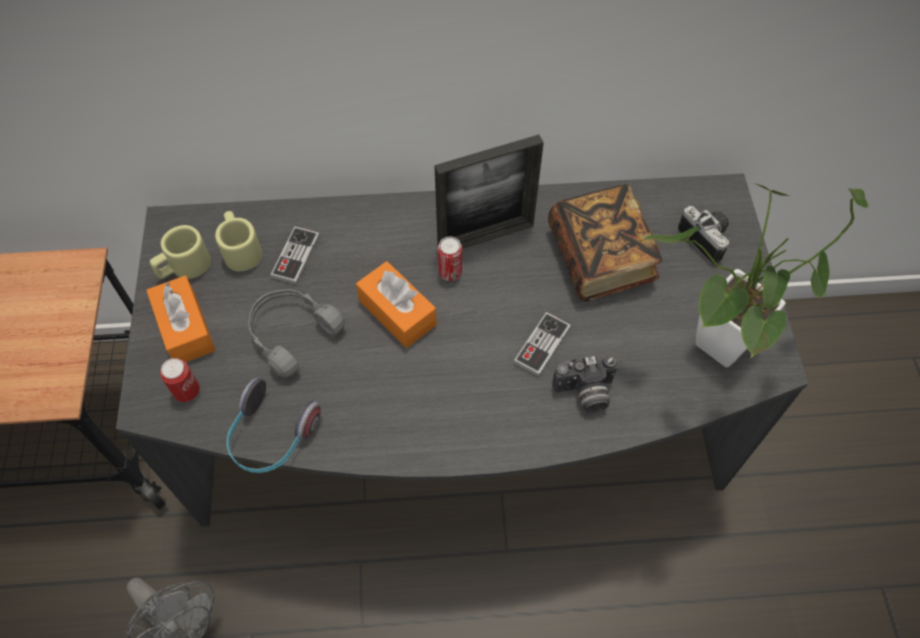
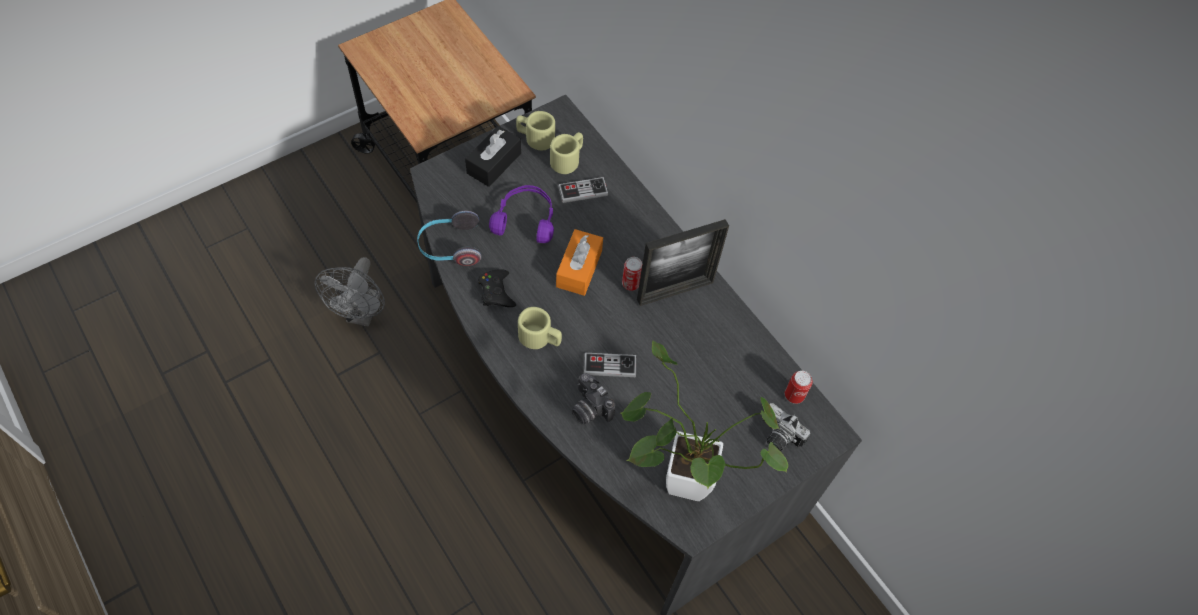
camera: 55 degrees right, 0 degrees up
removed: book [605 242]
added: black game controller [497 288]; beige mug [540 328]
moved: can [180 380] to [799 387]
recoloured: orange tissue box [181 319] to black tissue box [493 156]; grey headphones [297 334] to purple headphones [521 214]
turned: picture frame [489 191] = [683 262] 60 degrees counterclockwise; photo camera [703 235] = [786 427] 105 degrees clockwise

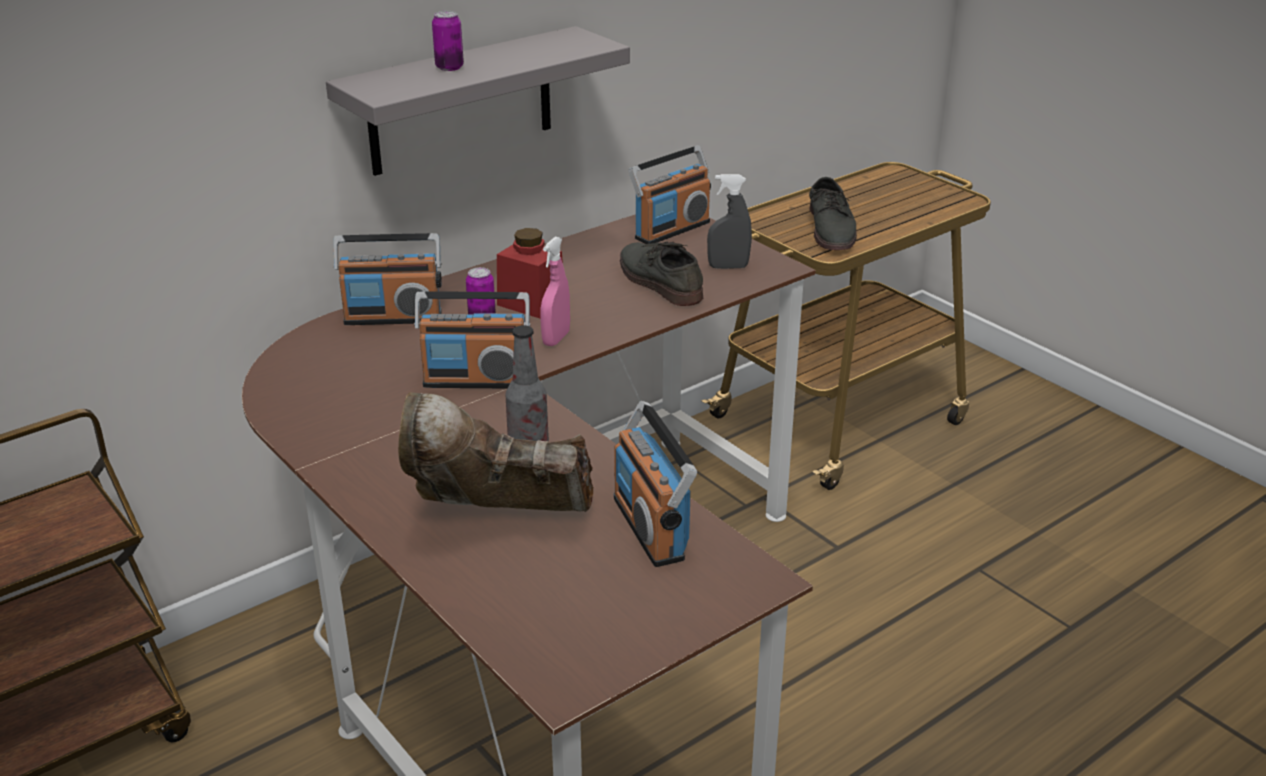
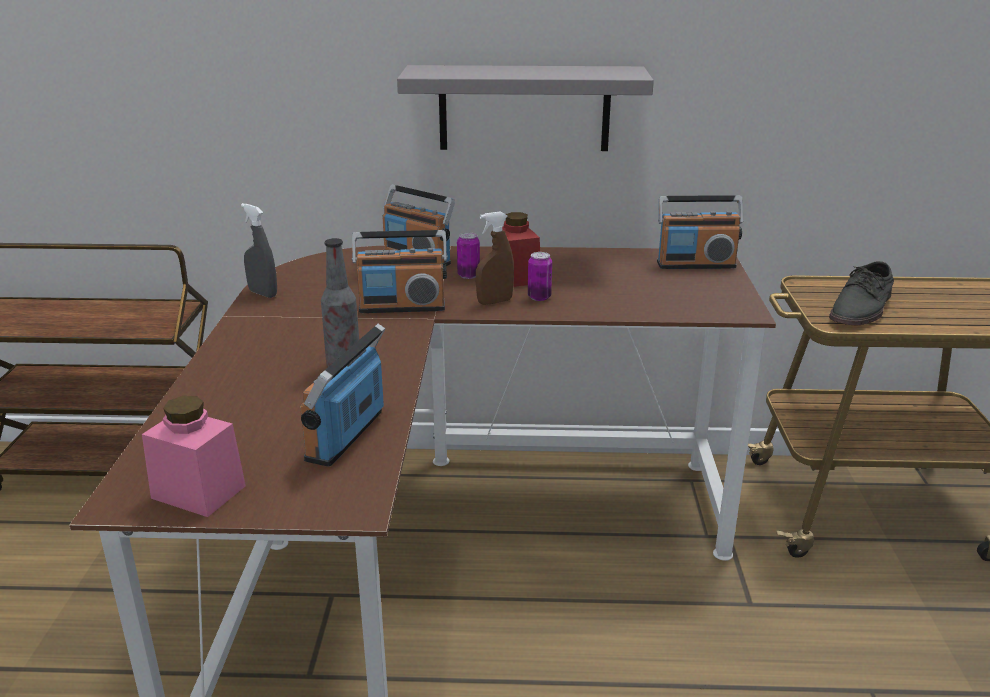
camera: 40 degrees right, 5 degrees down
removed: brown boot [495 452]; grey shoe [661 274]
added: pink jar [194 456]
moved: grey spray bottle [729 221] to [259 250]; can [448 41] to [540 276]
recoloured: pink spray bottle [555 291] to brown spray bottle [495 258]
turned: radio [472 340] = [400 271] 45 degrees counterclockwise

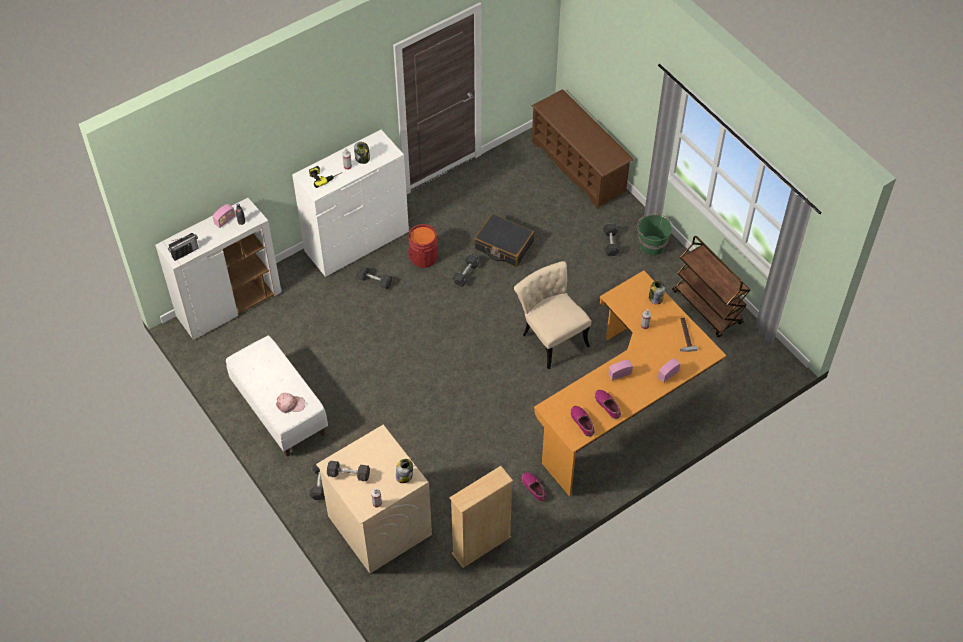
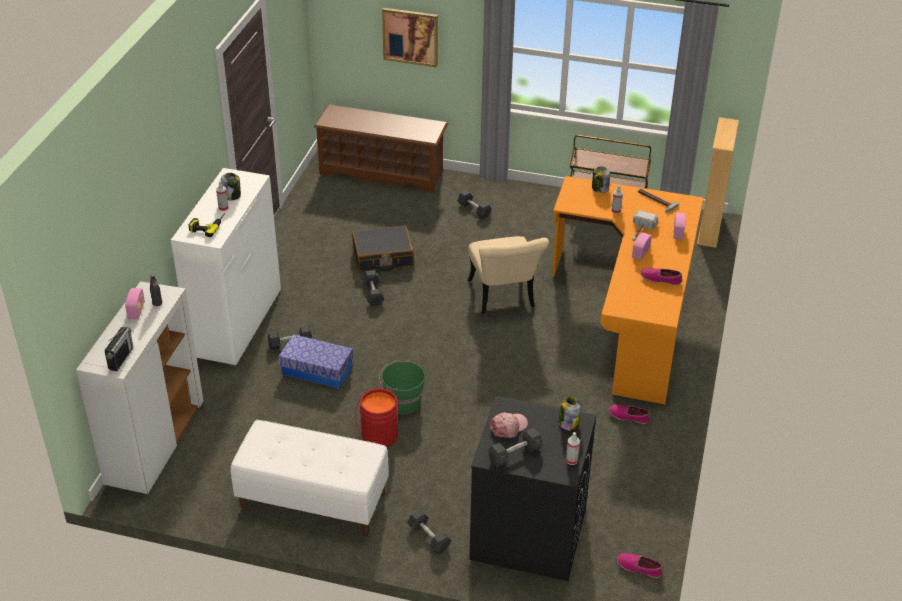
camera: 40 degrees left, 15 degrees down
added: storage box [315 361]; picture [410 37]; hammer [645 225]
moved: red bucket [422 246] to [376 417]; green bucket [654 235] to [402 387]; pink cap [290 403] to [509 425]; shoe [582 421] to [640 565]; beige bookcase [481 517] to [718 182]
recoloured: beige washing machine [374 499] to black washing machine [532 488]
turned: beige chair [552 315] = [508 275] 120 degrees counterclockwise

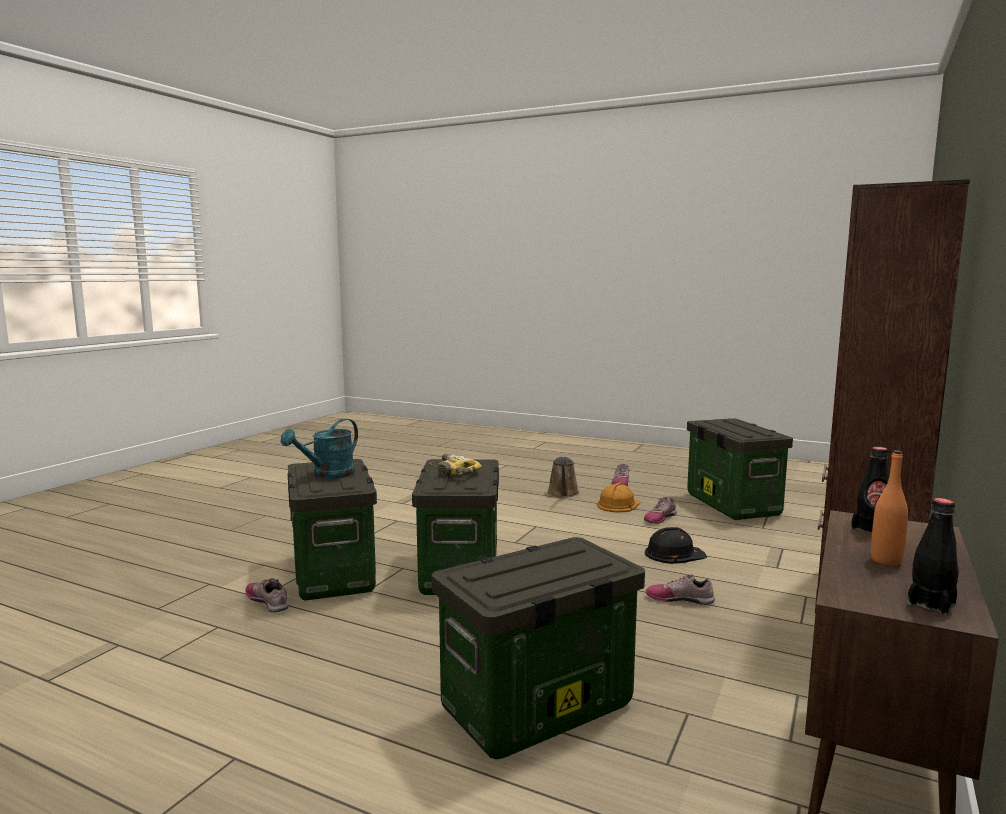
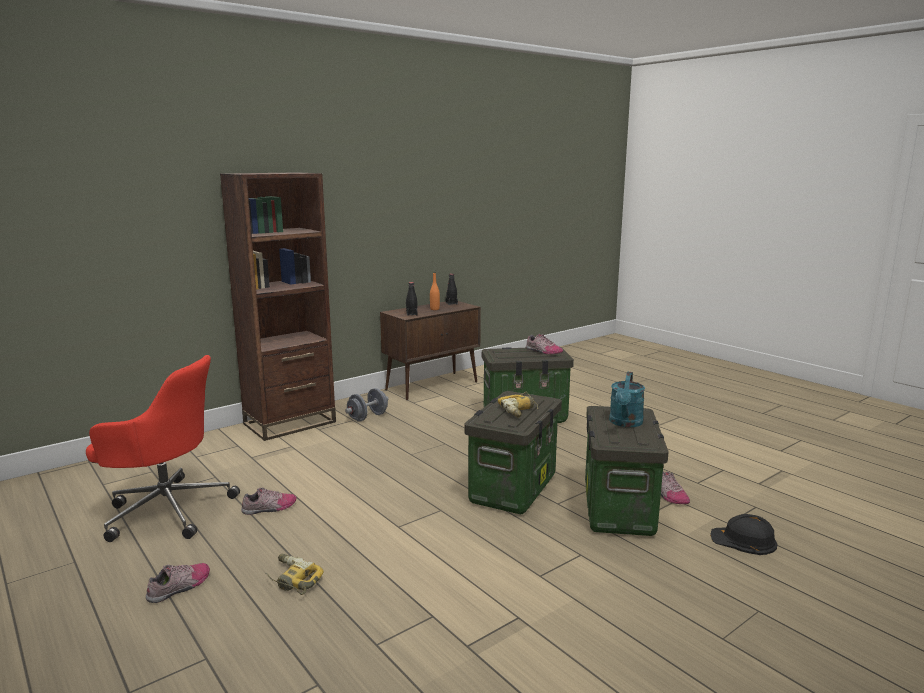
camera: 155 degrees left, 5 degrees up
removed: orange hard hat [619 497]
added: grey dumbbell [367 405]
moved: shoe [680 589] to [544 344]; black hard hat [676 545] to [743 534]
replaced: storage box [740 469] to red office chair [163 448]; brown watering can [563 477] to power drill [294 574]
turned: turquoise watering can [319 449] = [627 399] 135 degrees clockwise

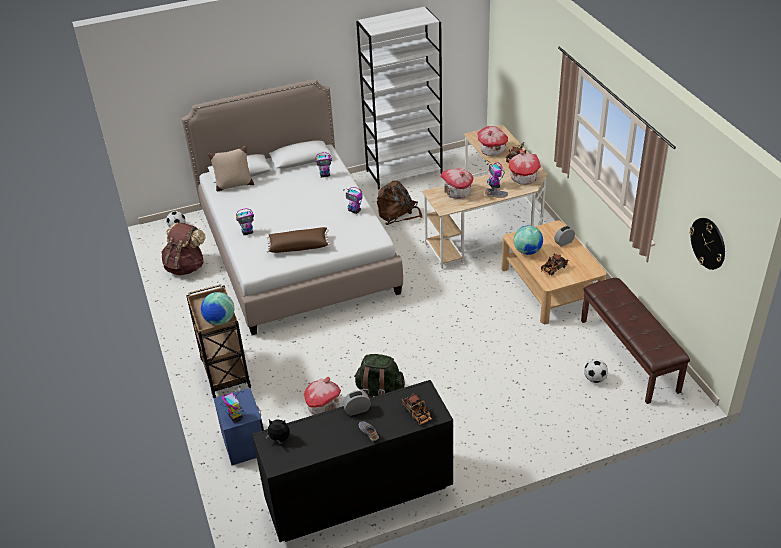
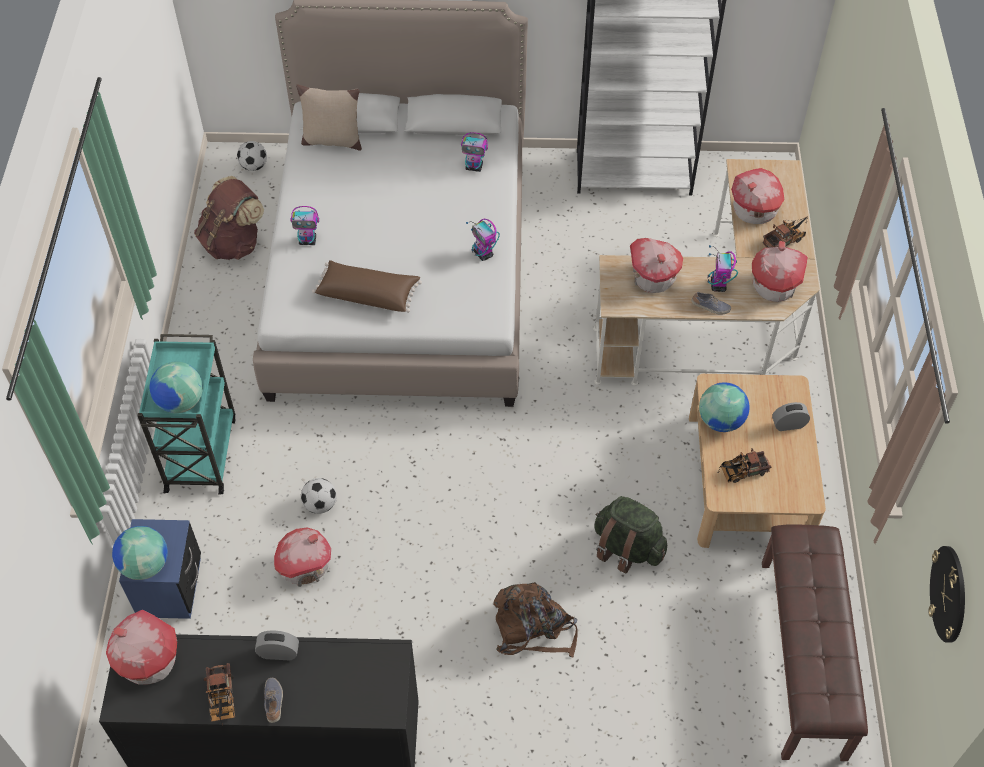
camera: 20 degrees right, 15 degrees up
moved: toy truck [416 409] to [219 694]; football [596 371] to [319 496]; brown backpack [400 202] to [535 620]; green backpack [379 376] to [630 534]
replaced: plush toy [277 432] to toy house [141 647]; toy robot [232 404] to globe [140 553]
recoloured: brown cart [218 341] to turquoise cart [186 414]

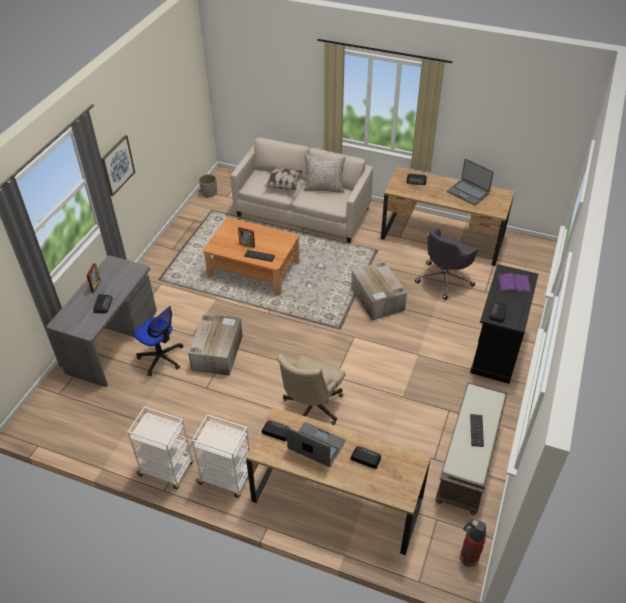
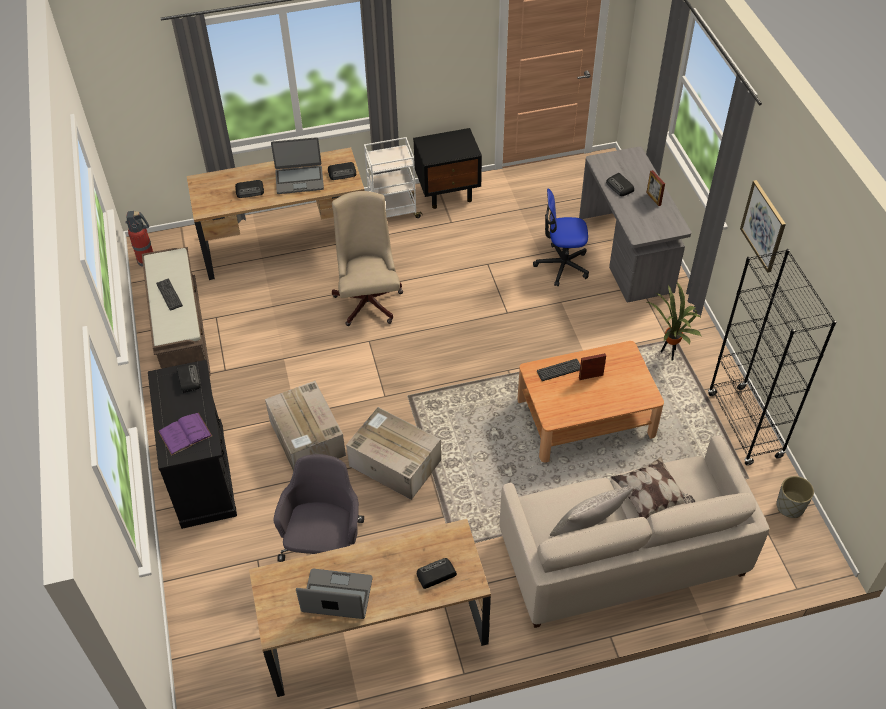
camera: 145 degrees right, 5 degrees up
added: potted plant [674 321]; black bookcase [772 357]
moved: cardboard box [215 344] to [305 426]
replaced: white cart [160 448] to black nightstand [447 168]

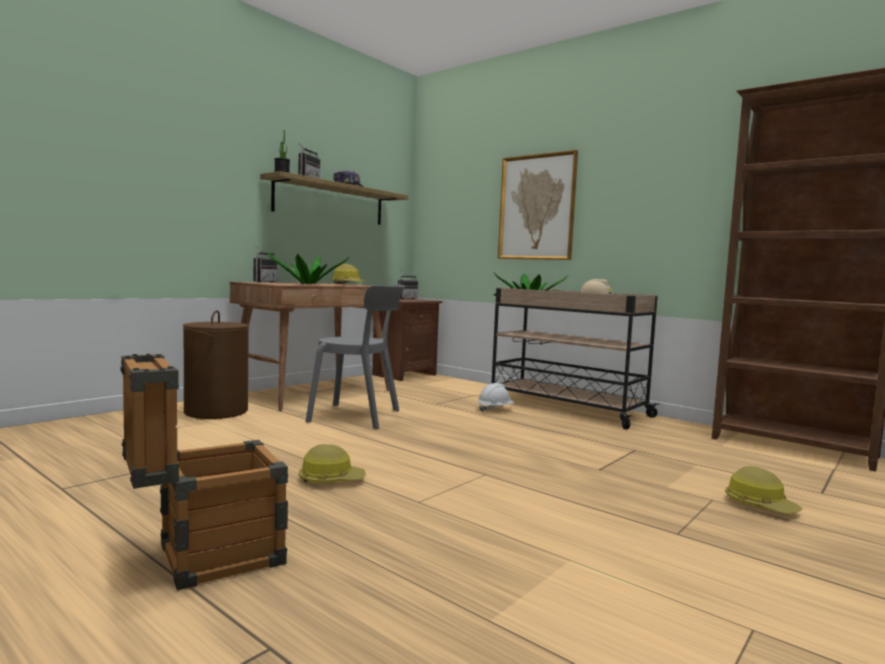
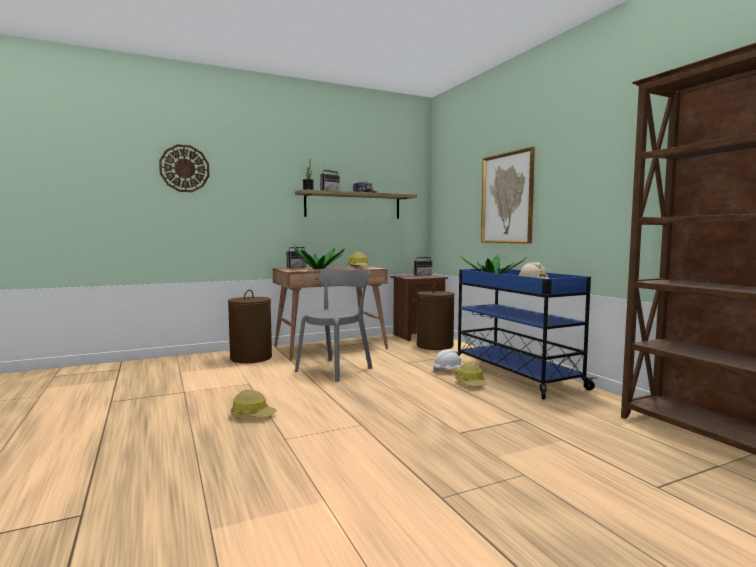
camera: 25 degrees right, 0 degrees up
removed: crate [204 472]
added: wall clock [184 168]; brown laundry basket [436 317]
moved: hard hat [764 490] to [470 374]
recoloured: beige cart [575 358] to blue cart [527 333]
turned: grey chair [355 357] = [333 325] 90 degrees counterclockwise

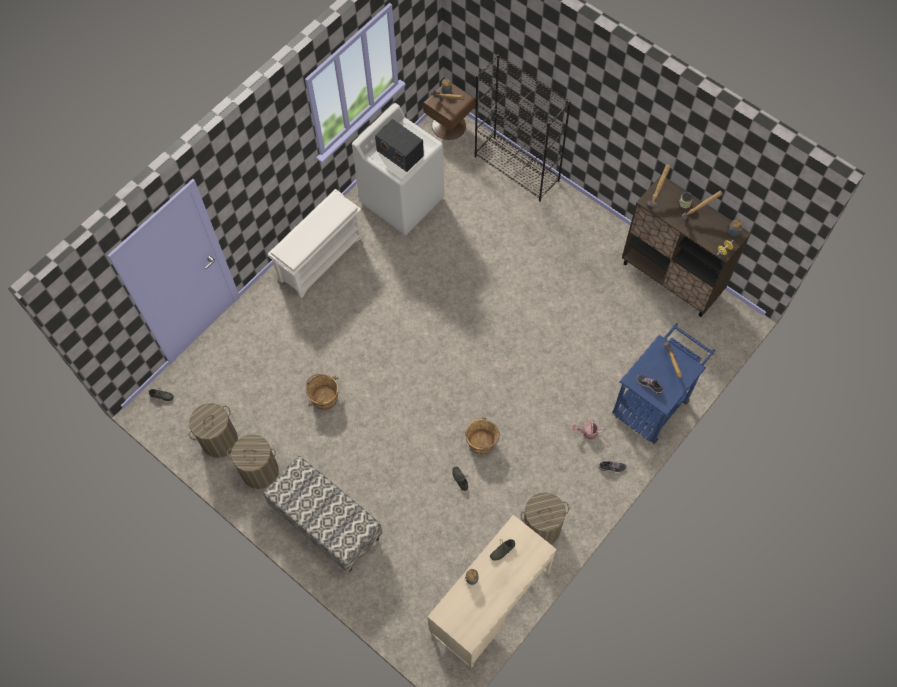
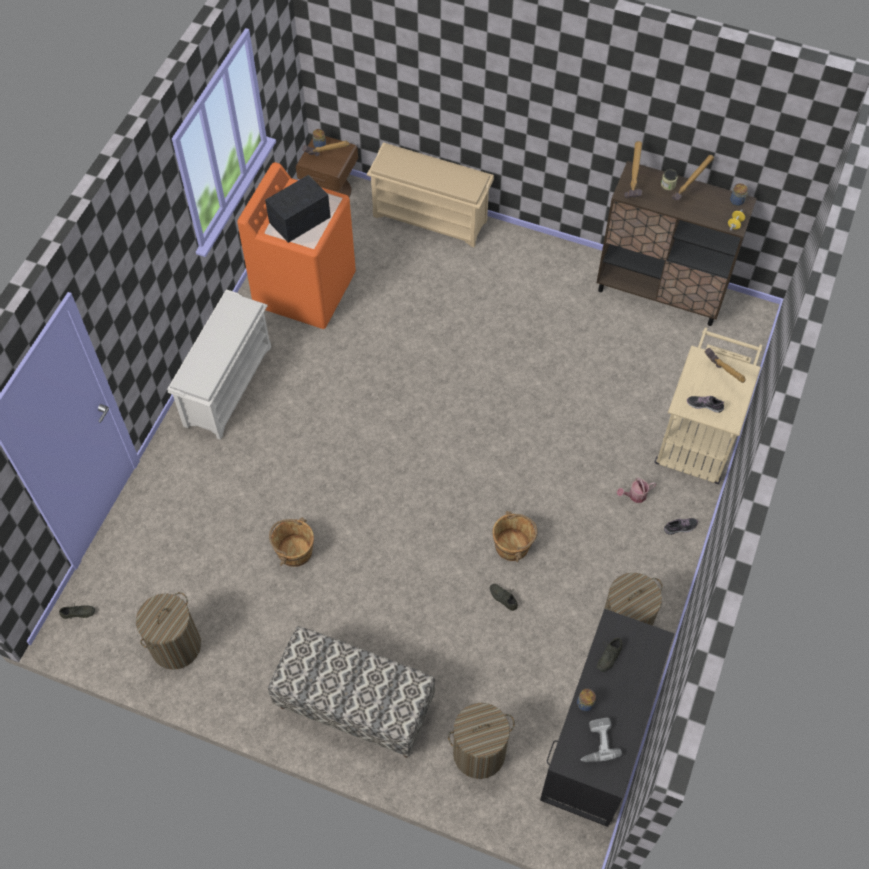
camera: 20 degrees left, 5 degrees down
added: power drill [601 739]
moved: laundry basket [253 461] to [481 741]
replaced: black bookcase [523 128] to beige shoe rack [430 195]
recoloured: white washing machine [398 169] to orange washing machine [296 245]; beige desk [492 591] to black desk [607 718]; blue cart [663 383] to beige cart [708 405]
turned: radio [399 145] = [298 209] 120 degrees clockwise

